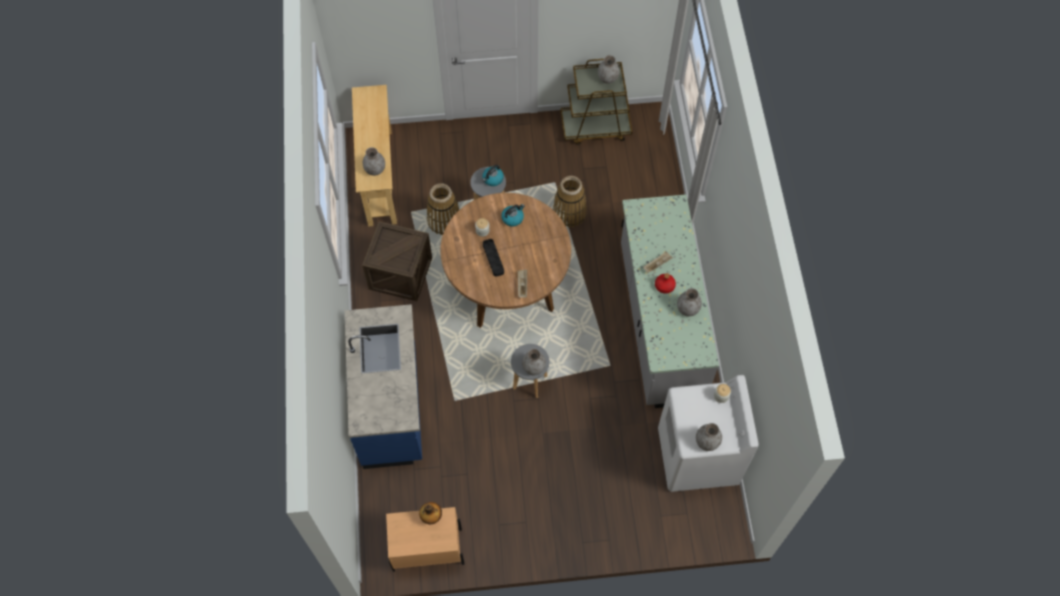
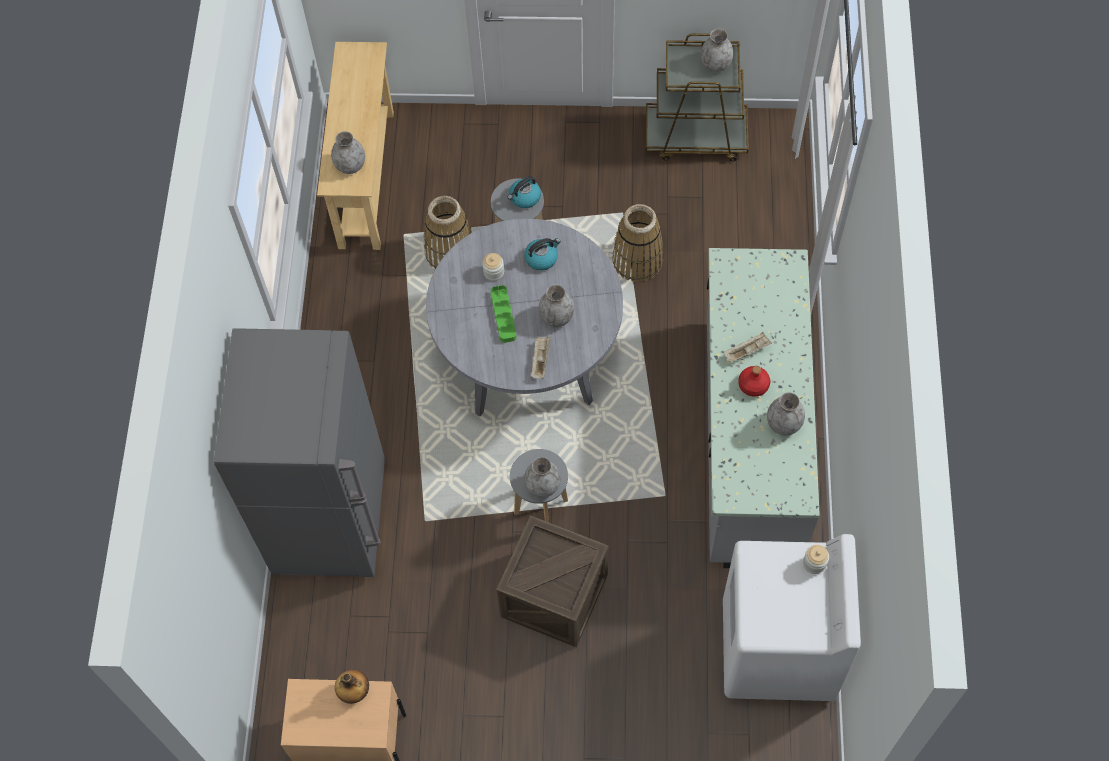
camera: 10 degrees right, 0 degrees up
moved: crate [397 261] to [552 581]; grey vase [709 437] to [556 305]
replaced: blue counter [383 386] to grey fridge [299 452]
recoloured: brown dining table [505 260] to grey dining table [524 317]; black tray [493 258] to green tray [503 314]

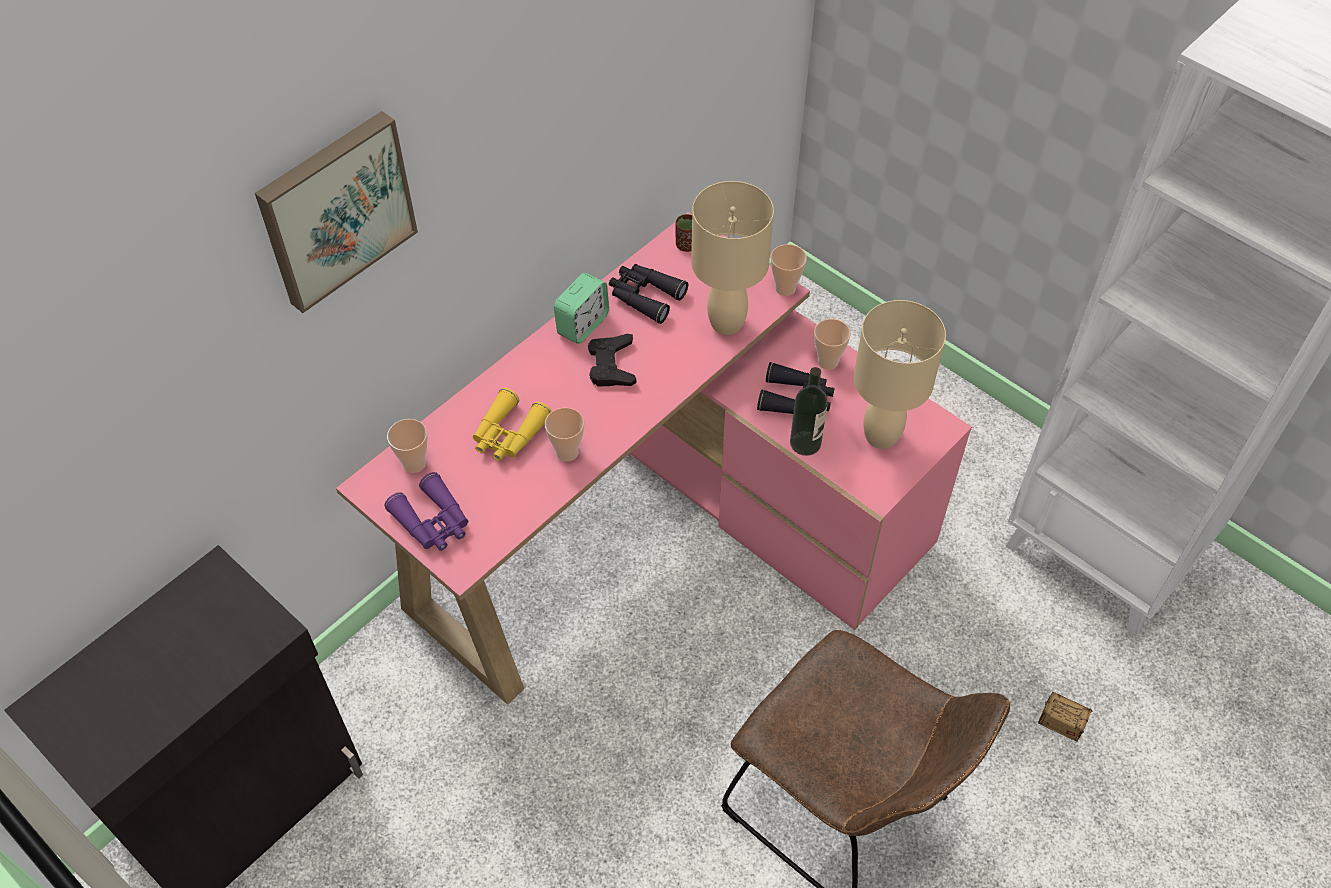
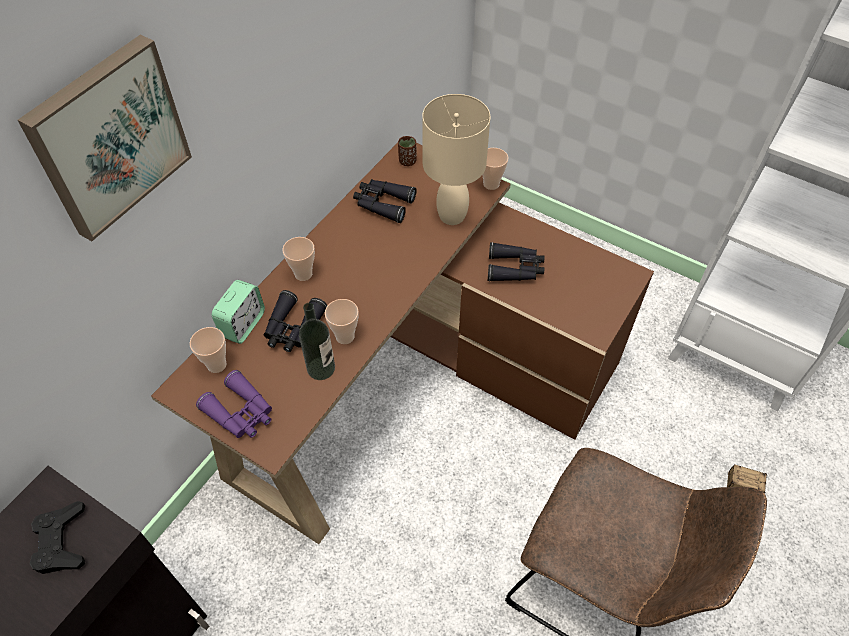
camera: 10 degrees left, 0 degrees up
removed: beige table lamp [900 374]
moved: black game controller [612 360] to [57 537]; alarm clock [581 308] to [238 312]; cup [832 344] to [298 259]; bottle [809 411] to [317 341]
recoloured: pink desk [654 458] to brown desk [402 343]; yellow binoculars [512 424] to black binoculars [295 321]

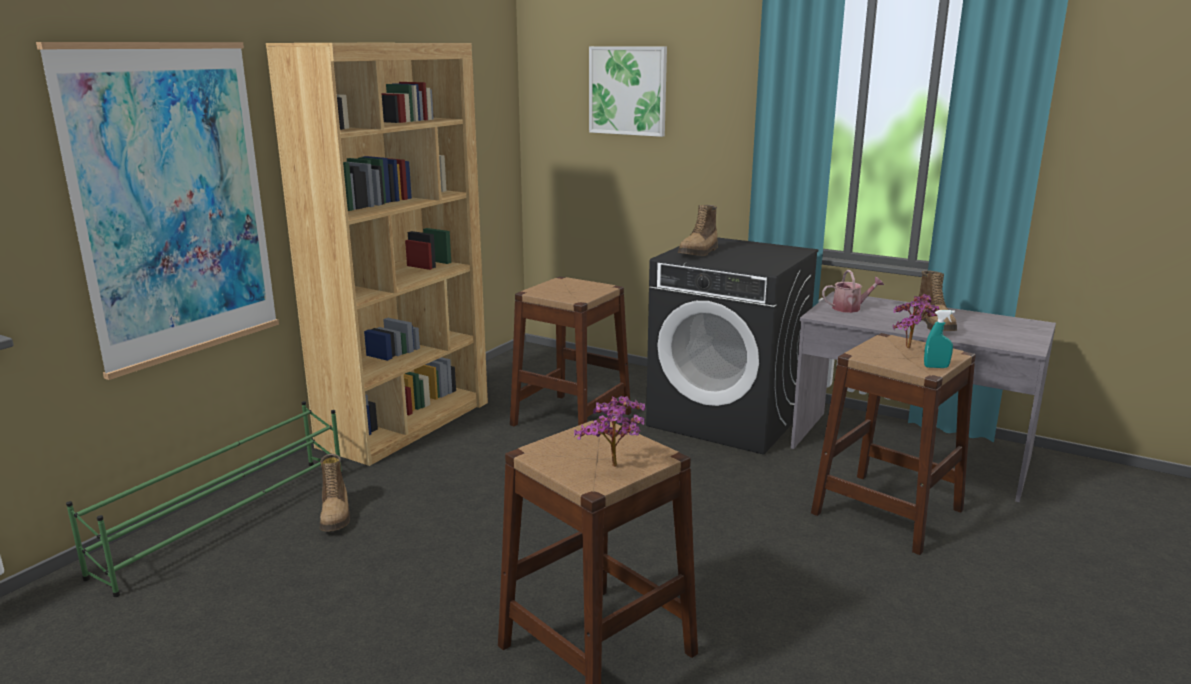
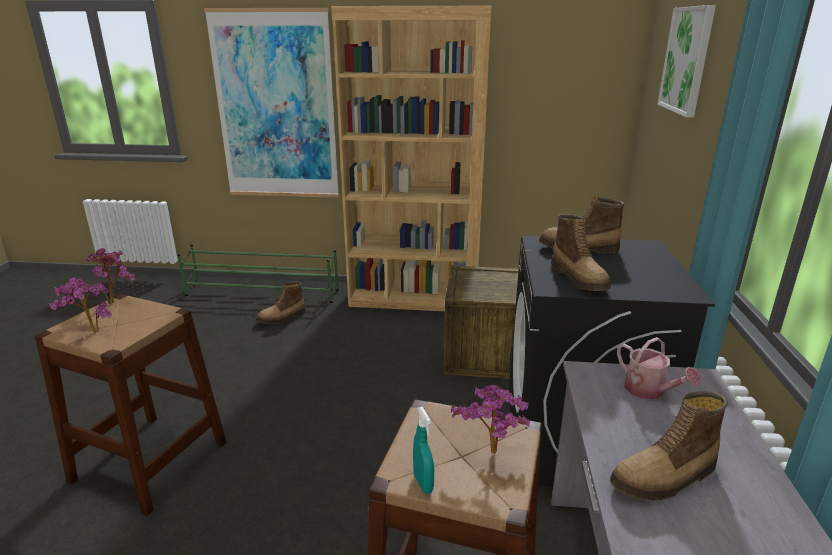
camera: 65 degrees right, 5 degrees up
added: potted plant [109 276]; boot [580 252]
replaced: brown stool [570 351] to crate [481 322]

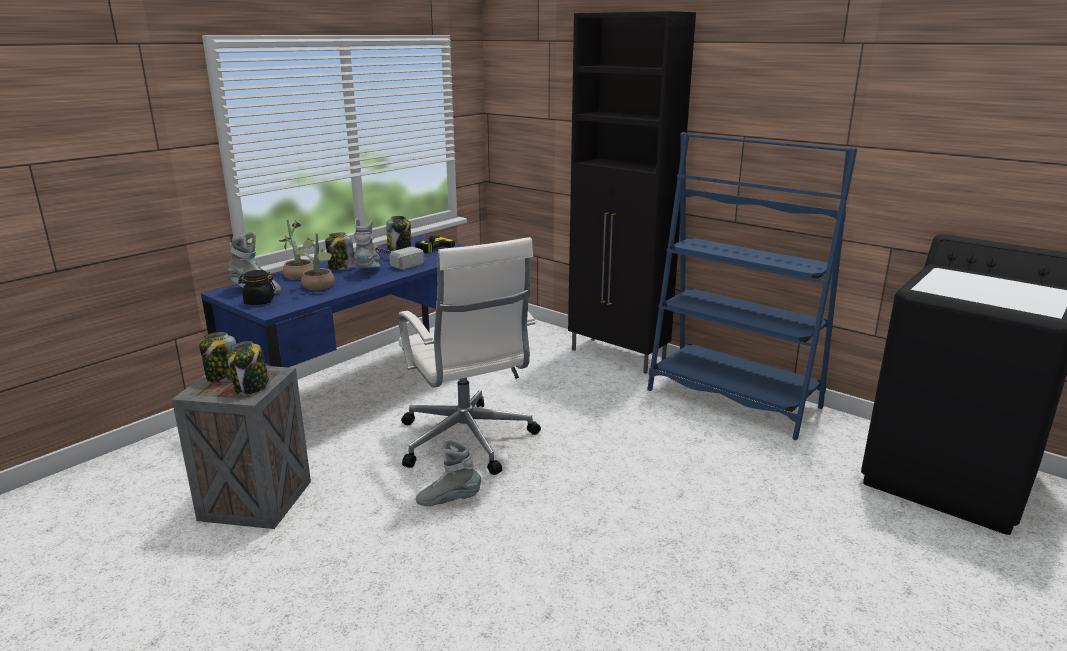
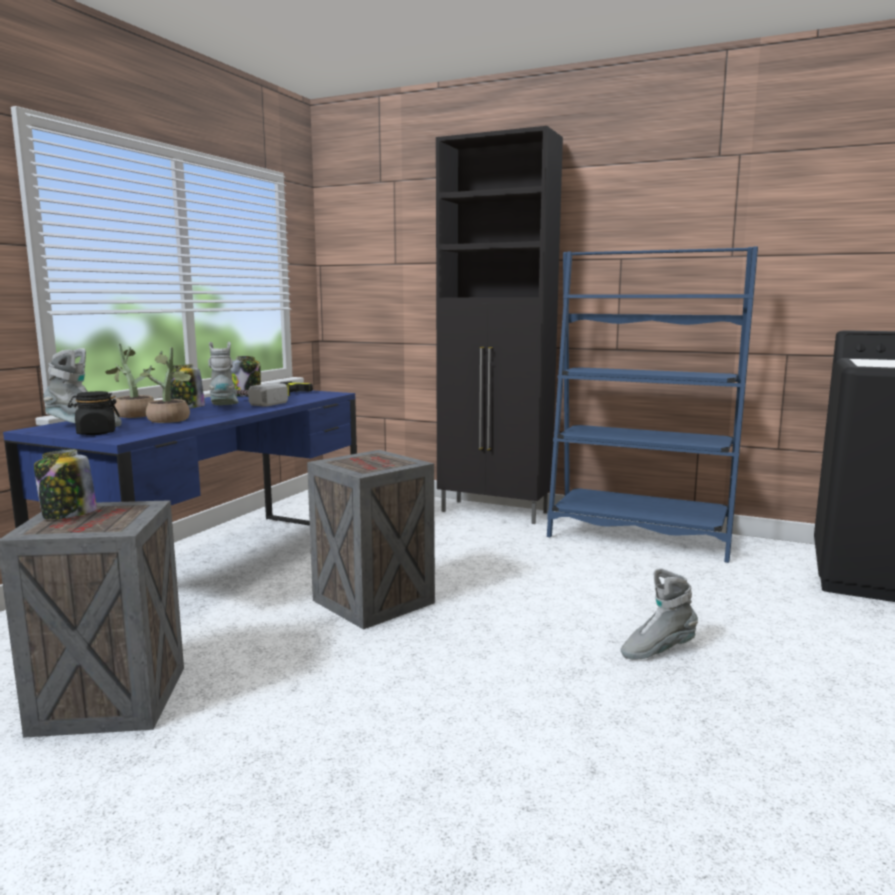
camera: 15 degrees left, 10 degrees down
removed: jar [248 368]
moved: grey boot [448 472] to [659 613]
replaced: white office chair [469 356] to crate [371 540]

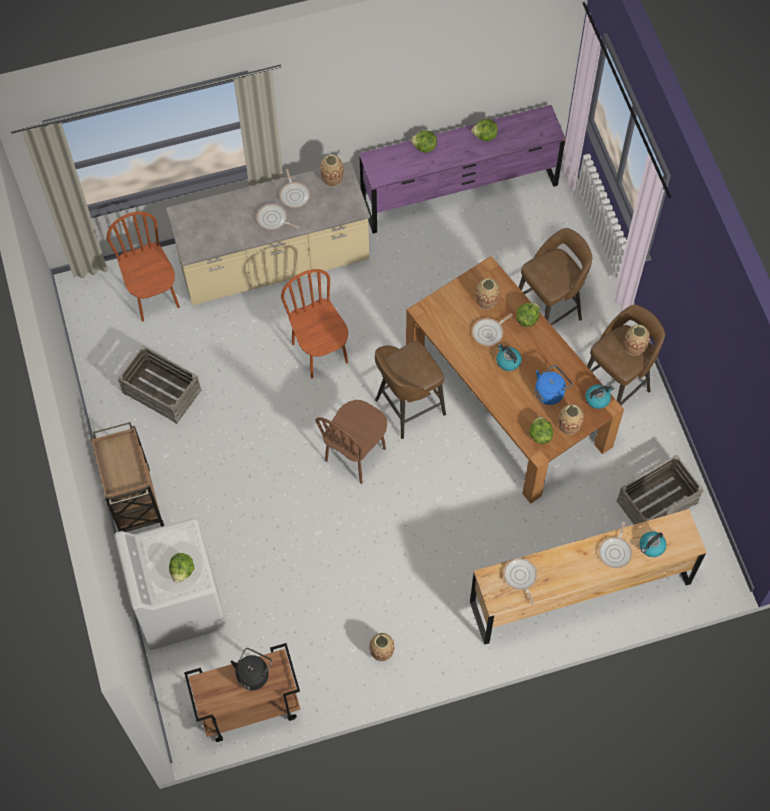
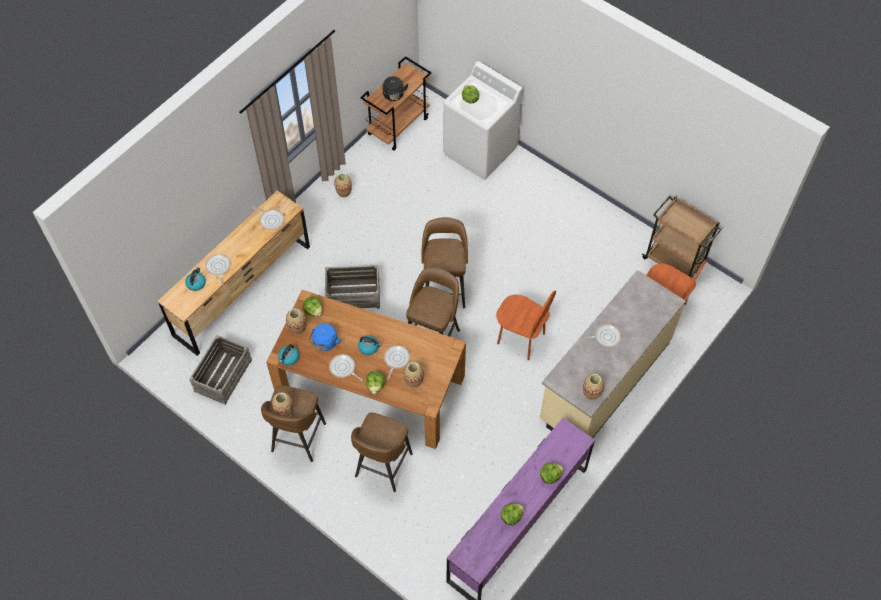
camera: 145 degrees right, 5 degrees down
moved: crate [159 384] to [352 287]; frying pan [295 188] to [346 367]; brown cart [127 477] to [682 237]
replaced: brown chair [351 442] to brown stool [444 262]

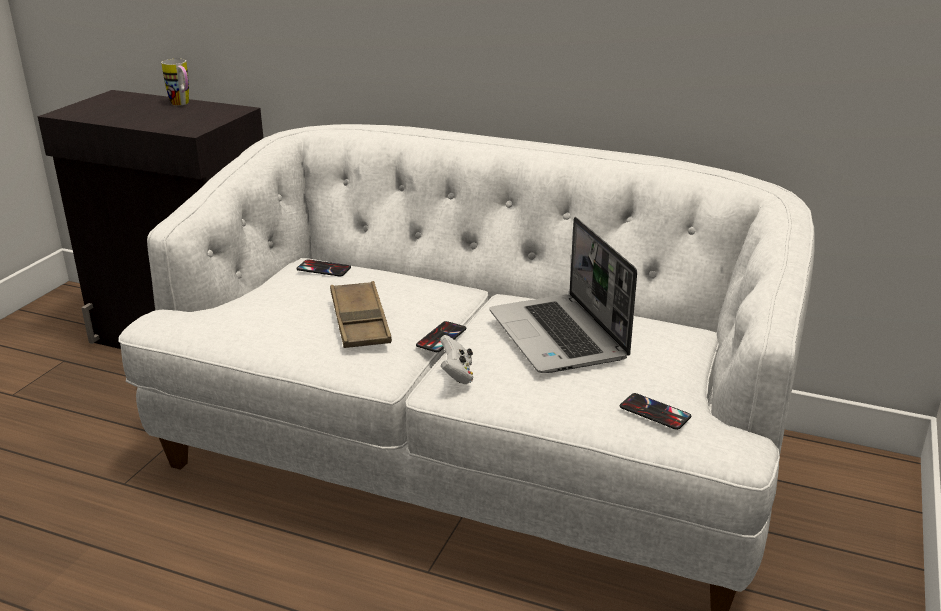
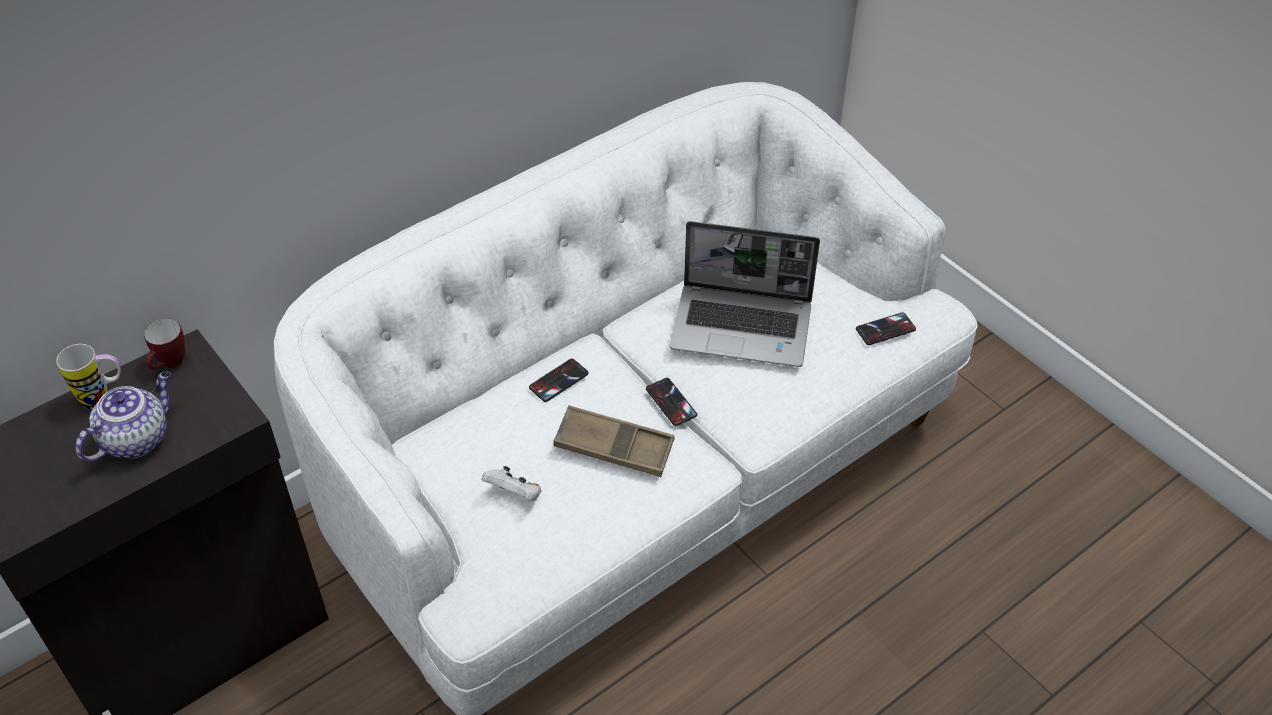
camera: 60 degrees left, 20 degrees up
added: teapot [123 416]; mug [164 344]
moved: white game controller [456 359] to [512 483]; phone [323 268] to [559 380]

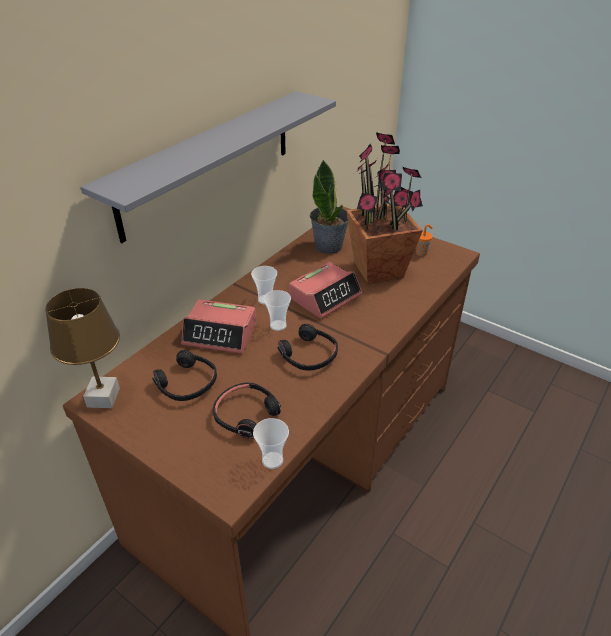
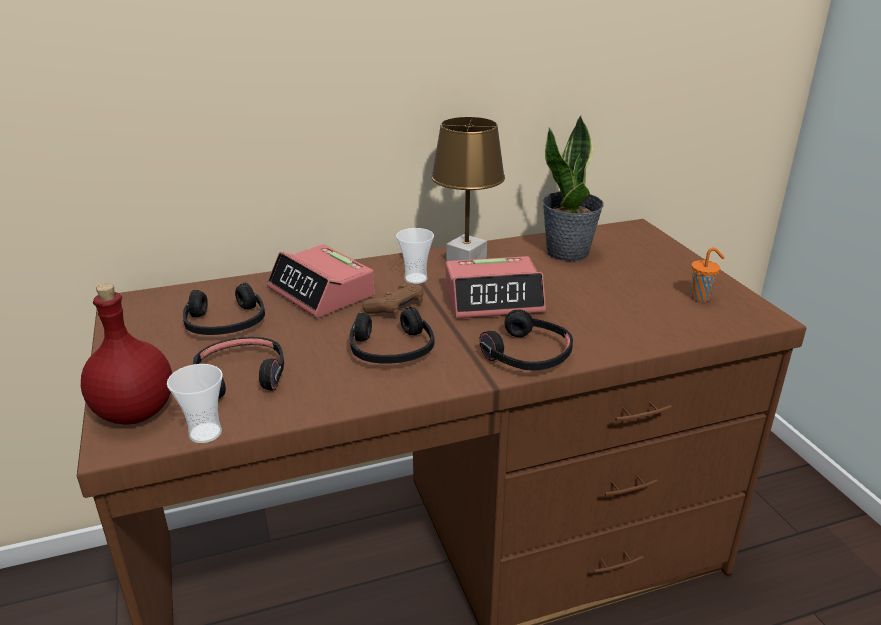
camera: 35 degrees right, 10 degrees down
removed: grey shelf [208 167]; potted plant [384 208]
added: red bottle [126 354]; black headphones [526 340]
moved: brown table lamp [82 348] to [468 189]
replaced: cup [277 310] to brown game controller [393 299]

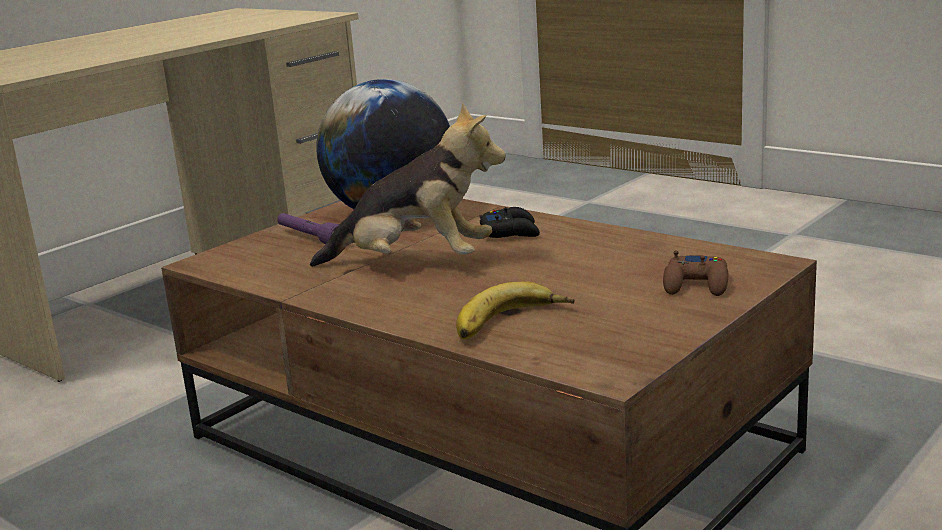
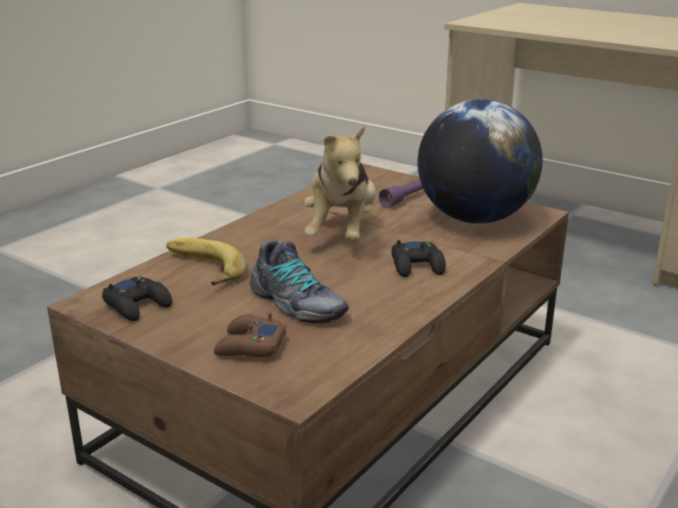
camera: 85 degrees right, 5 degrees up
added: black game controller [137 299]; shoe [299 281]

